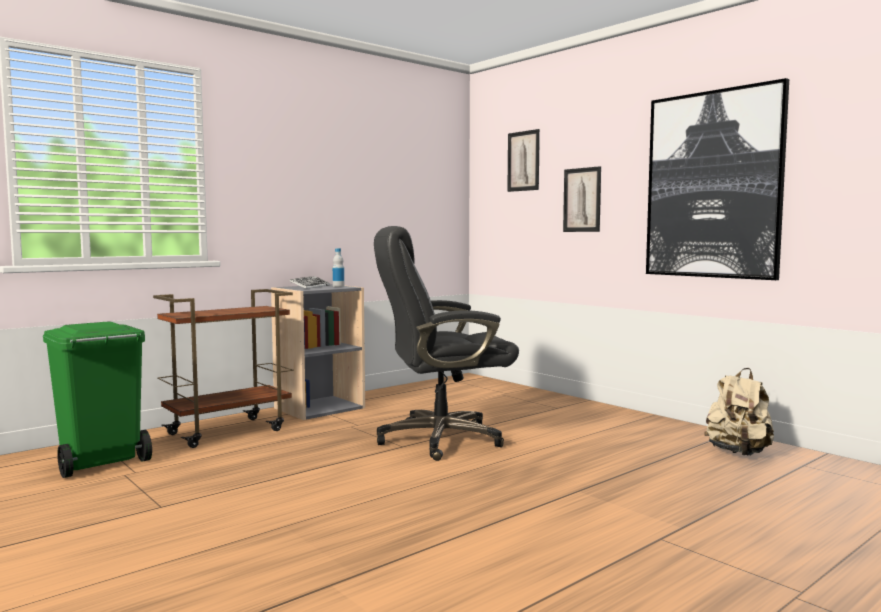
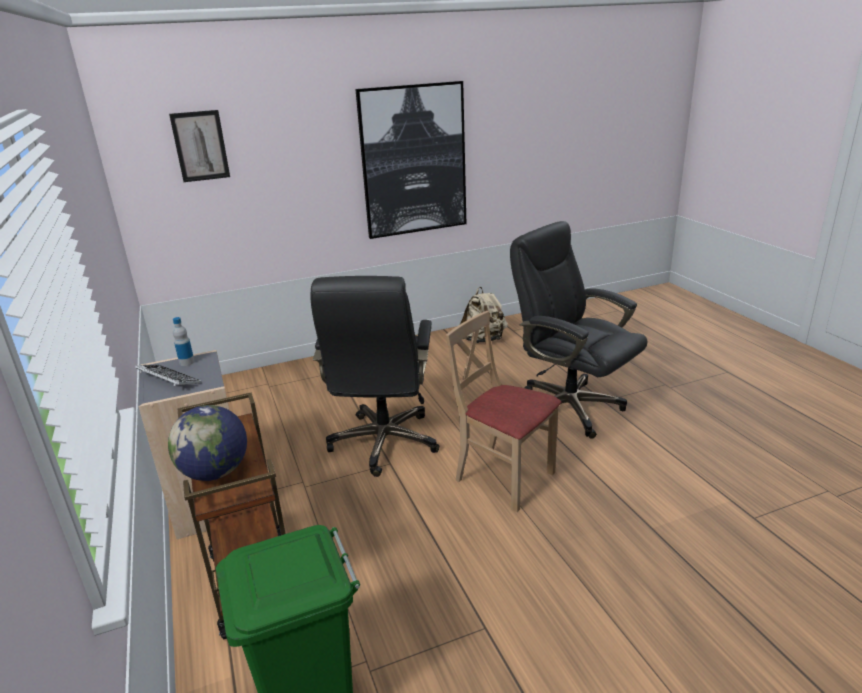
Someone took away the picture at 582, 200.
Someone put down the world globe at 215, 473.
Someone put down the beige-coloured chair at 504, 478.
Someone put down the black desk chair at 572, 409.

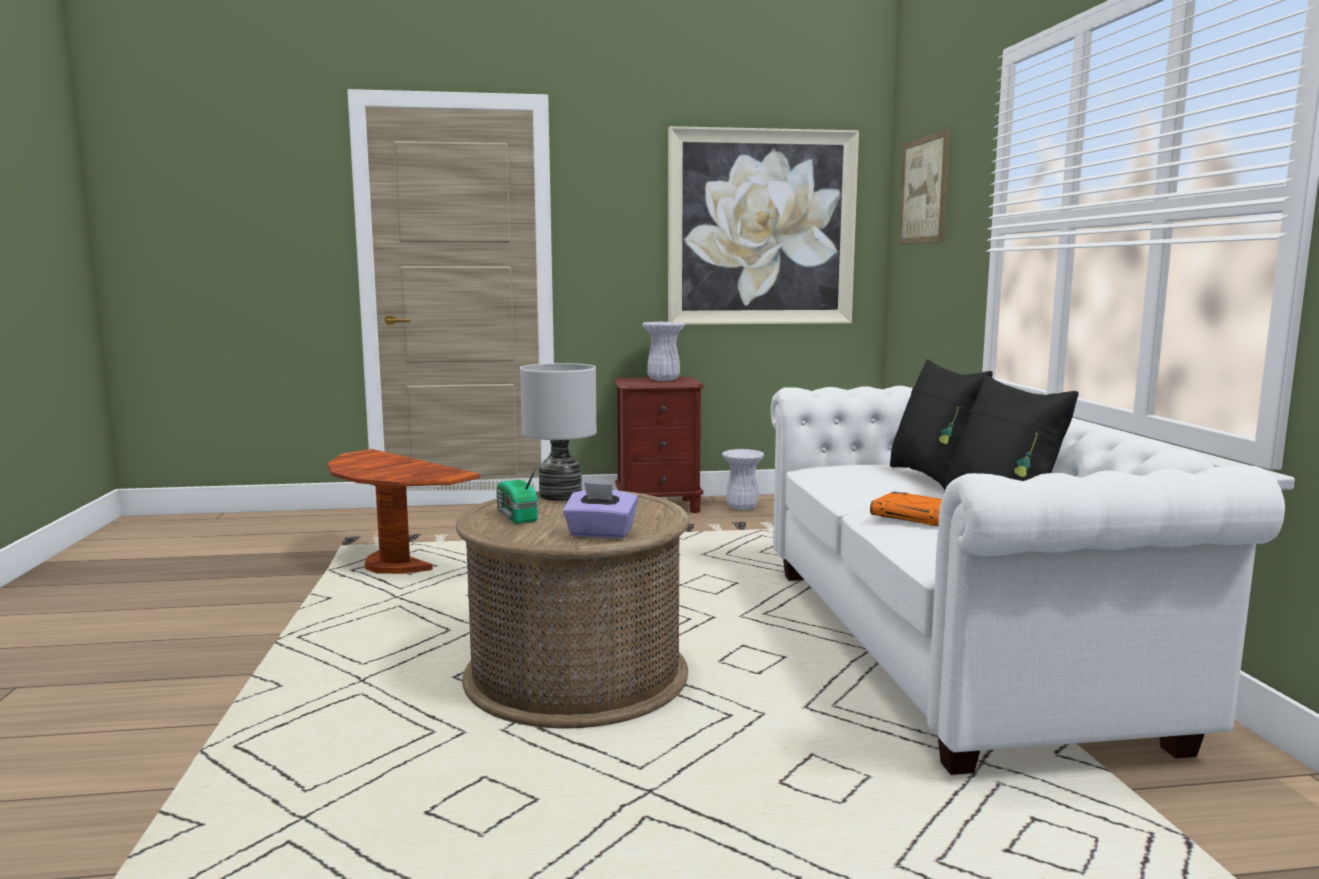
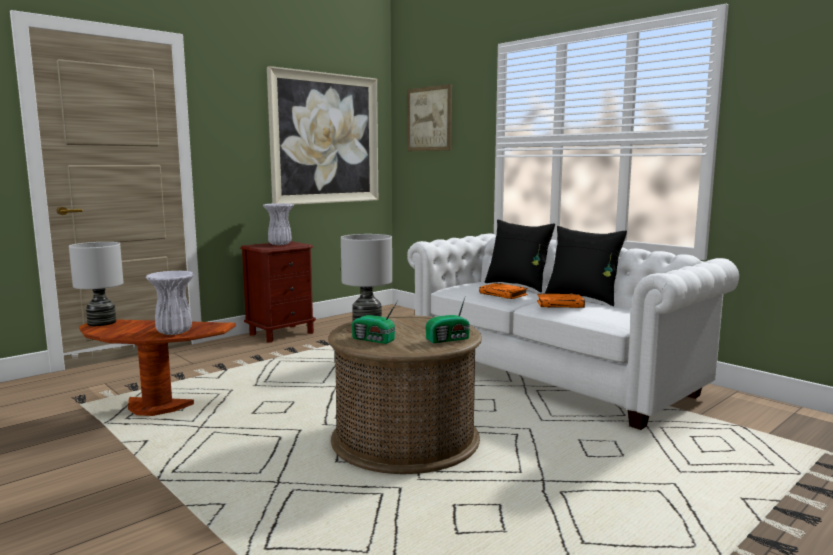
Someone swapped the purplish box of tissues at 600, 533 for the radio set at 449, 339.
Someone carried the white-coloured decorative vase from 742, 507 to 174, 332.
Someone put down the greyish lamp for a table at 101, 323.
Someone put down the orange book at 504, 294.

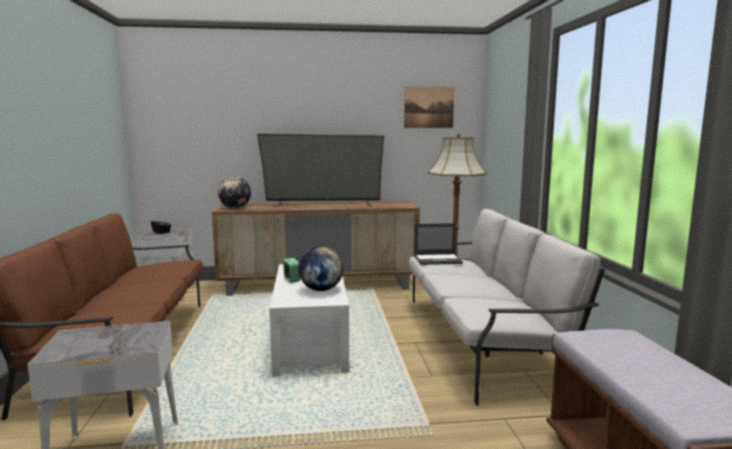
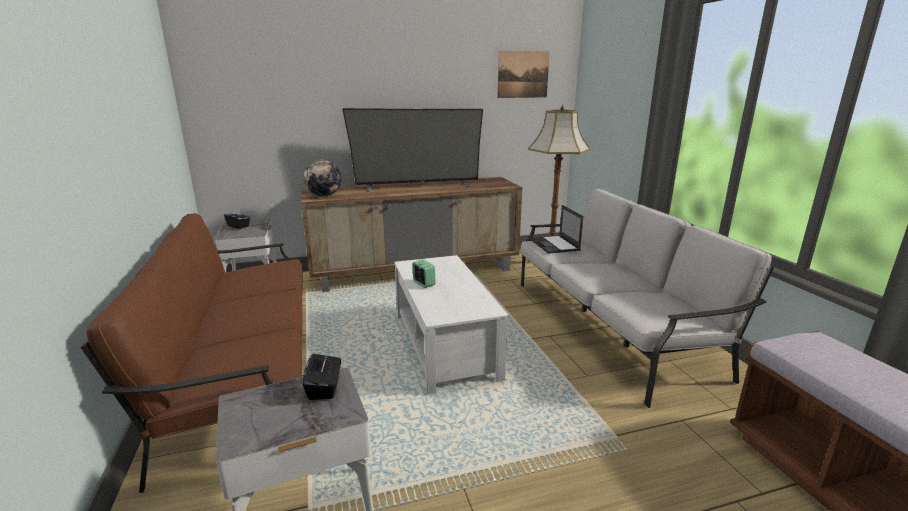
Someone took away the world globe at 321, 289.
Someone rotated the portable computer at 438, 259 by 90 degrees clockwise.
Someone put down the black box of tissues at 324, 388.

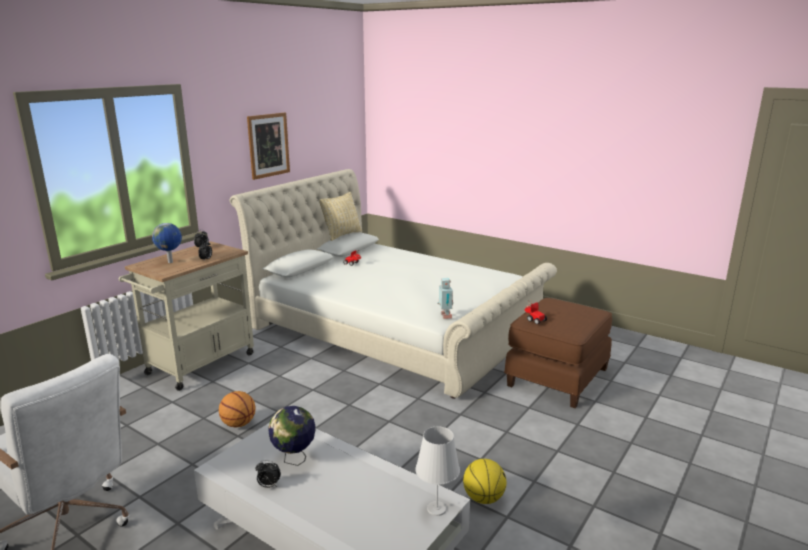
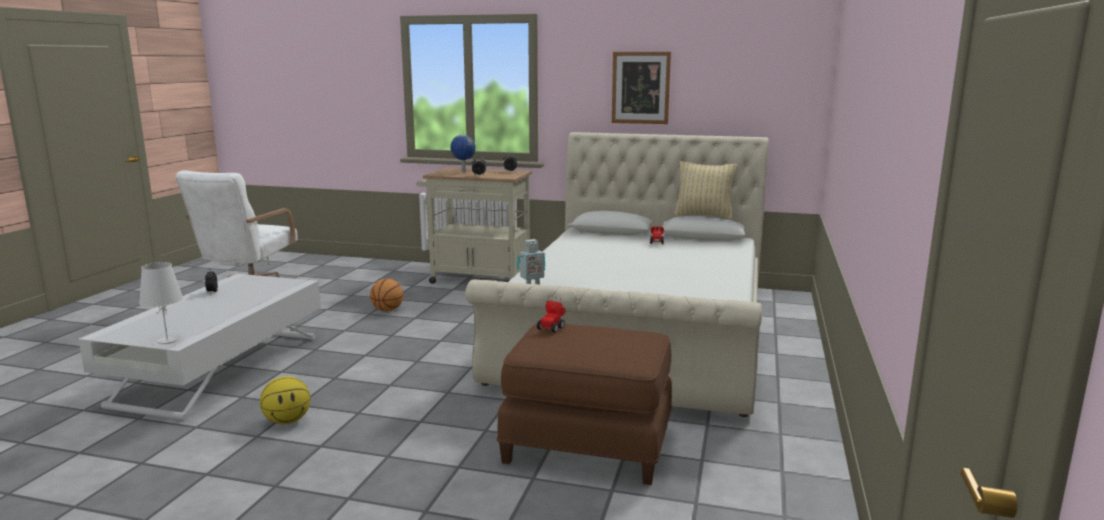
Someone took away the world globe at 294, 459.

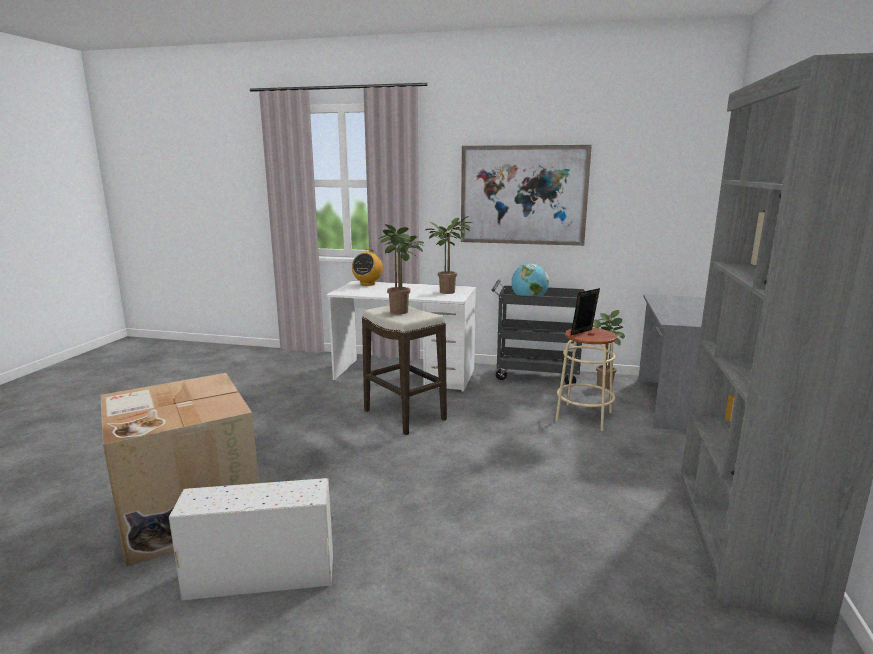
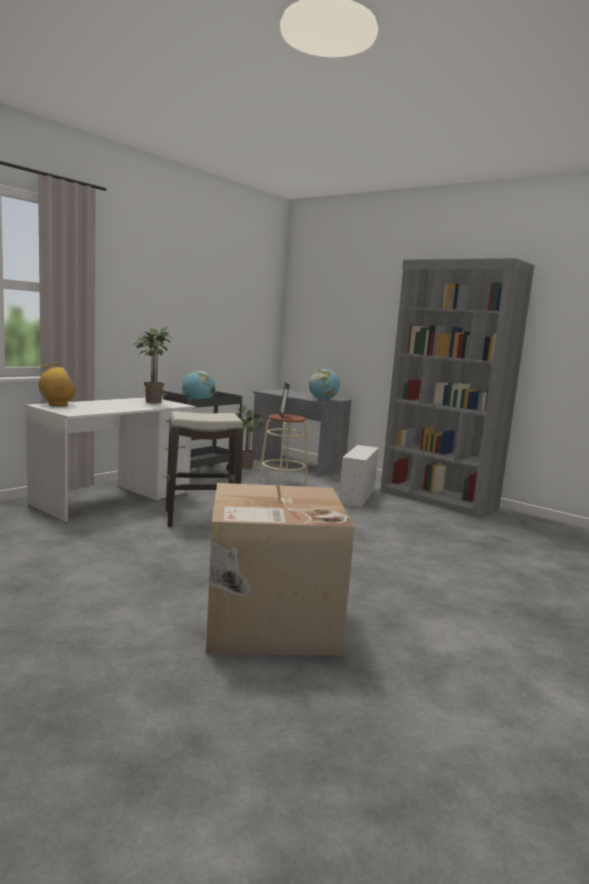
Someone carried the white-coloured storage box from 259, 576 to 357, 496.
Someone rotated the radio set at 368, 284 by 75 degrees counterclockwise.
Someone took away the houseplant at 401, 312.
Someone took away the picture at 523, 195.
Someone put down the world globe at 323, 400.

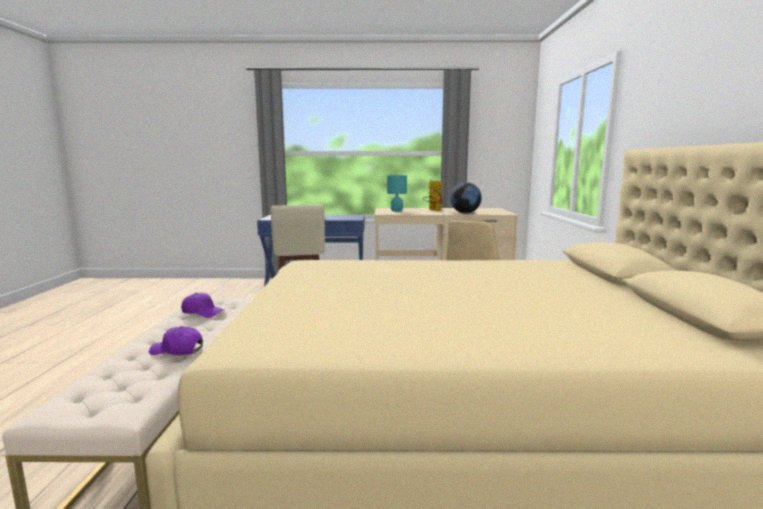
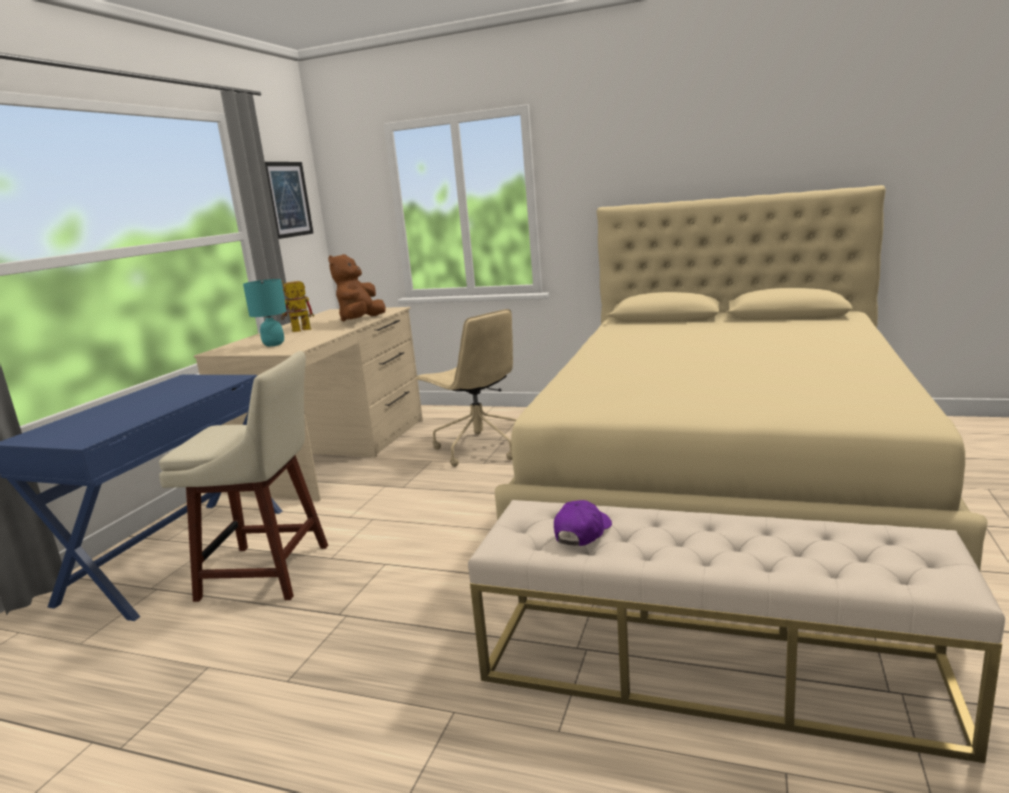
Someone took away the purplish peaked cap at 177, 350.
Someone swapped the world globe at 465, 213 for the brown plush toy at 361, 320.
Someone put up the picture at 287, 199.

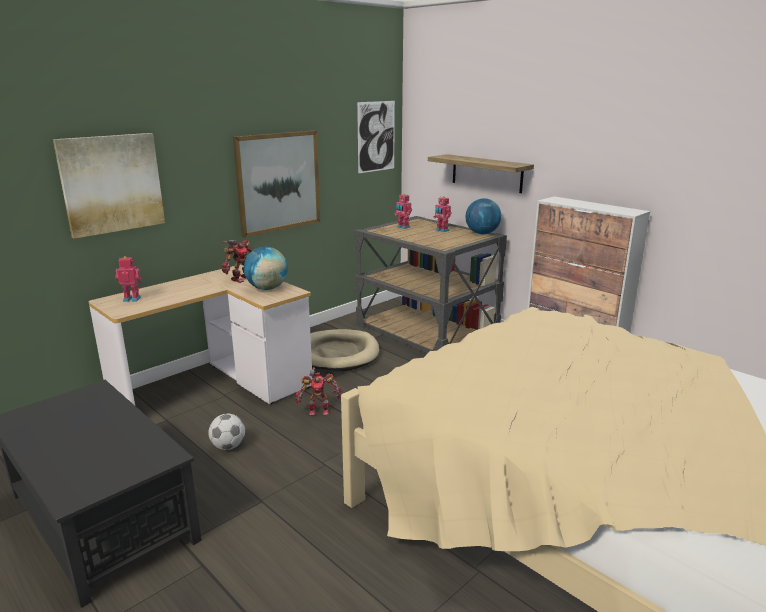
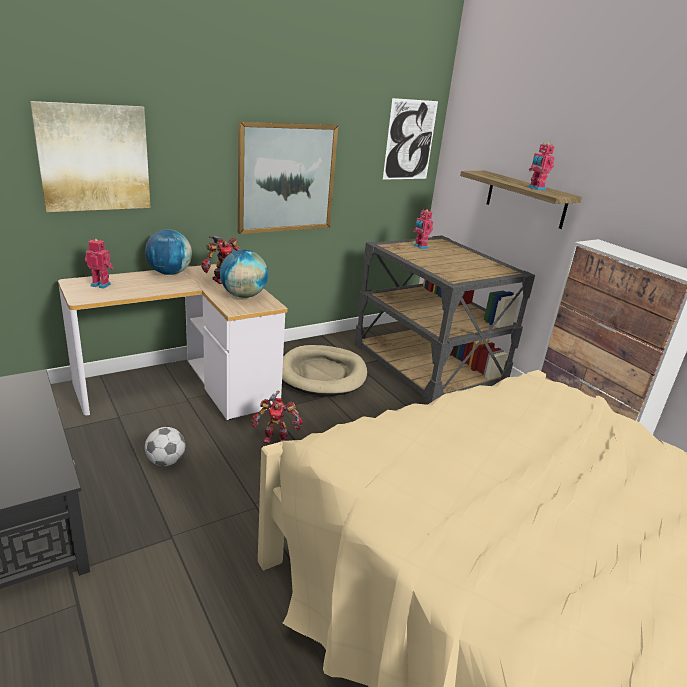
Someone carried the model robot from 441, 230 to 536, 188.
Someone carried the world globe from 482, 233 to 169, 273.

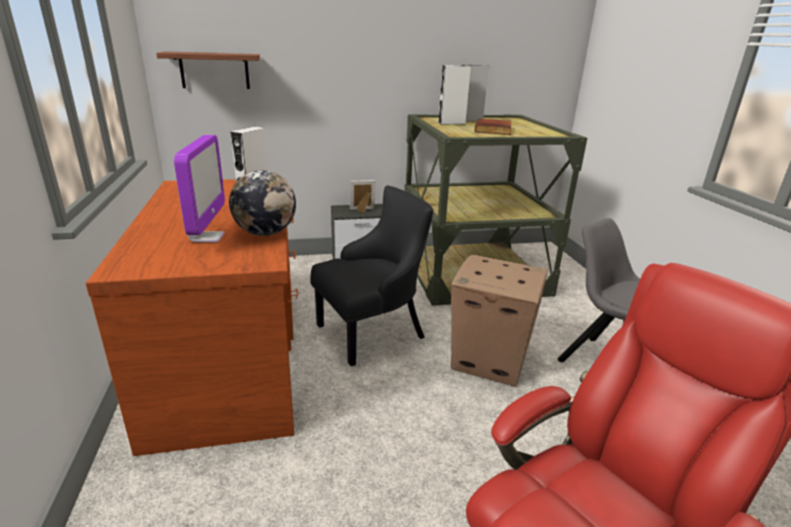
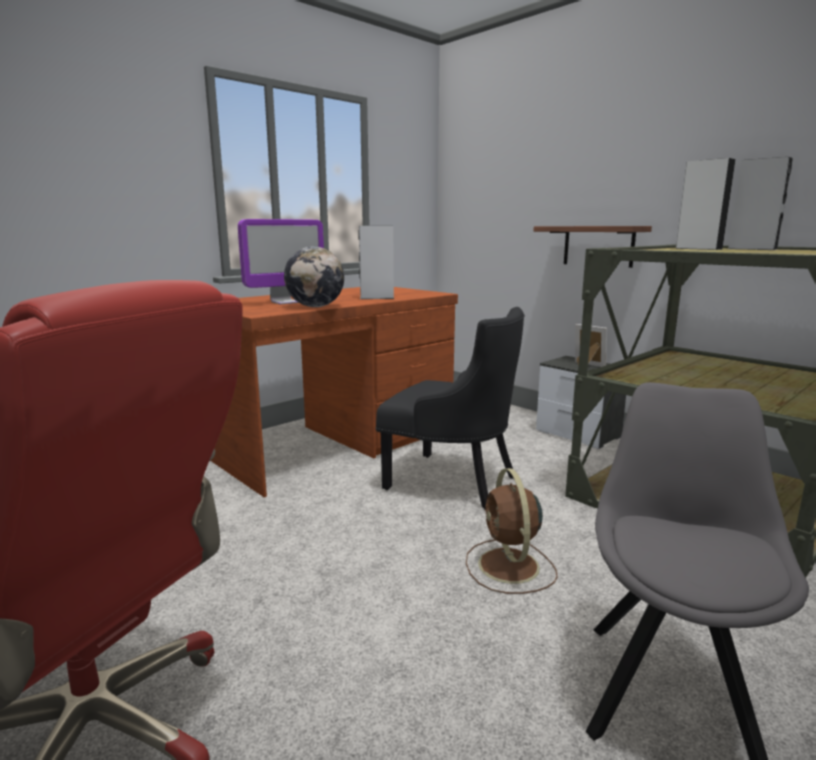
Someone carried the bracket shelf from 214, 70 to 598, 246.
Someone swapped the carton at 490, 360 for the brown cooling fan at 509, 567.
Someone took away the book at 494, 130.

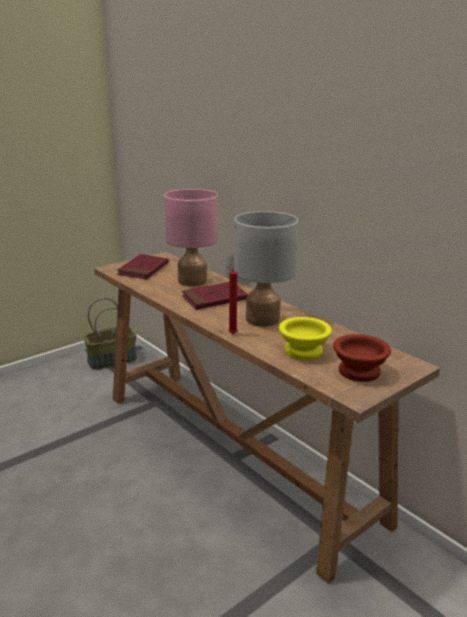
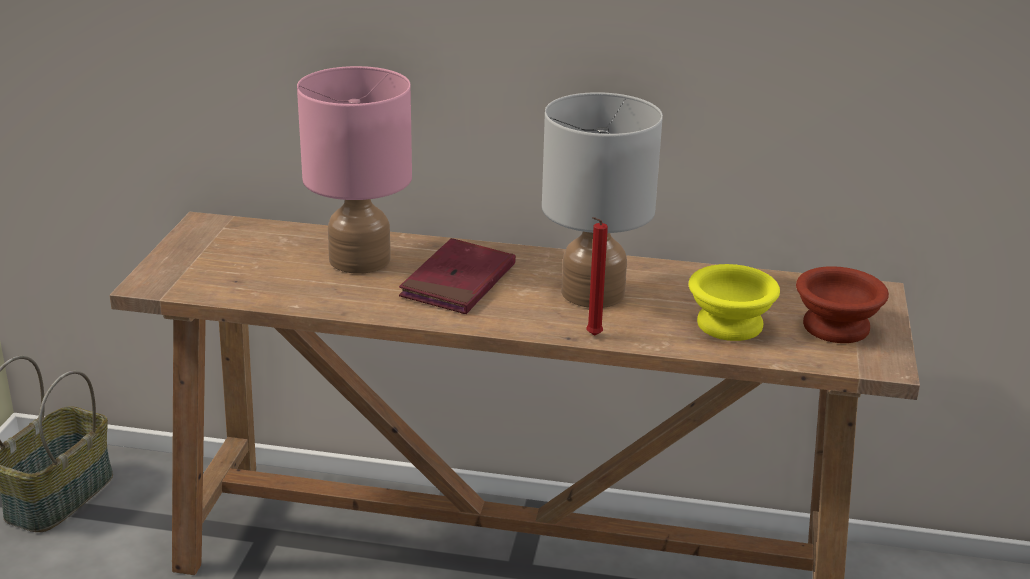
Someone took away the red-coloured book at 143, 269.

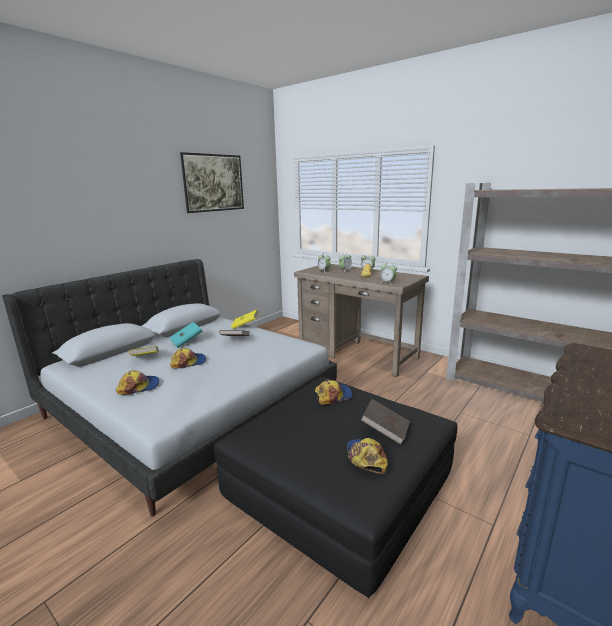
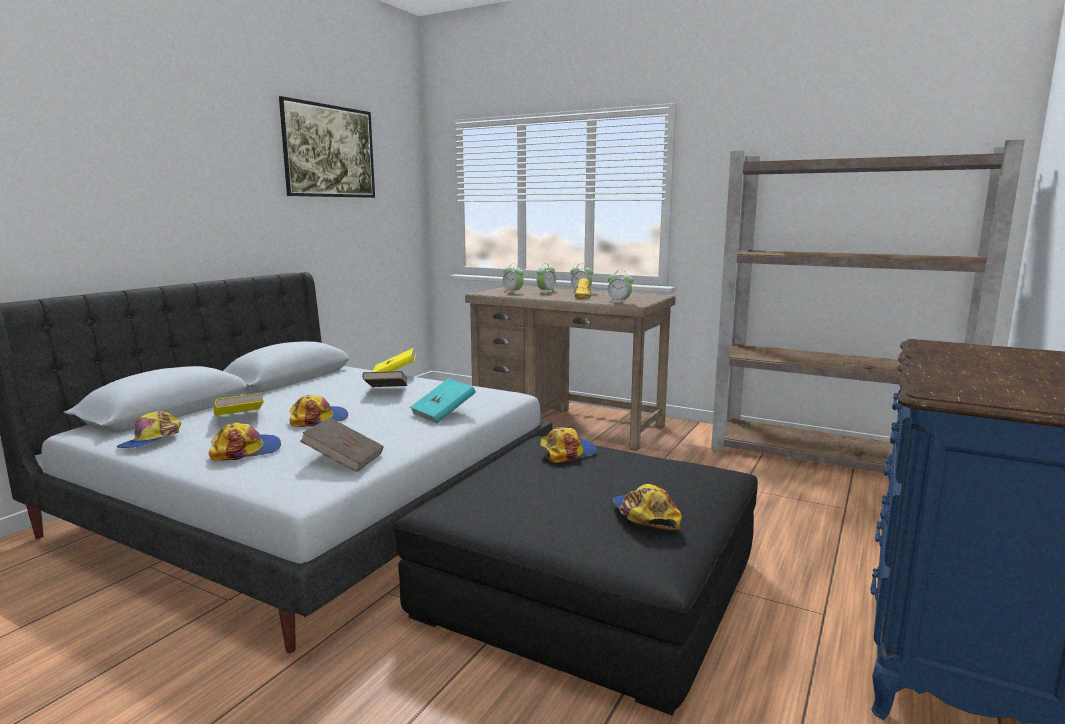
Someone carried the blue-green book from 186, 342 to 443, 414.
Someone carried the brown book from 385, 430 to 344, 460.
Someone put down the peaked cap at 151, 440.

